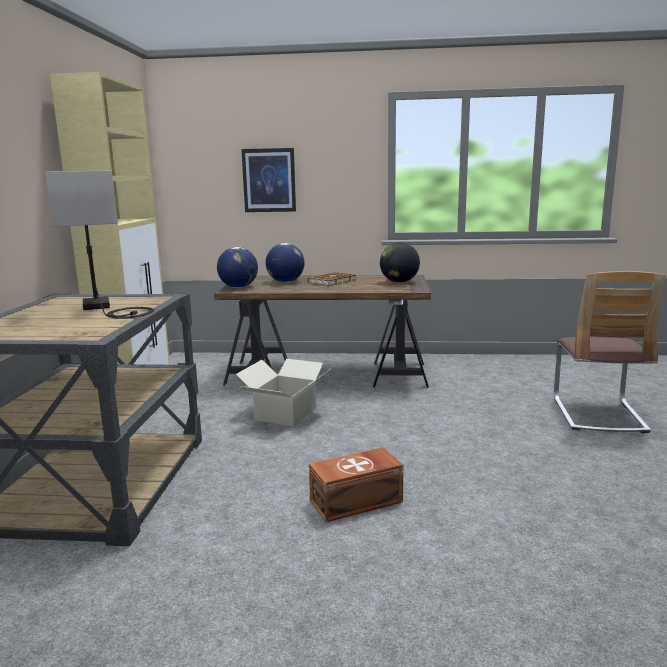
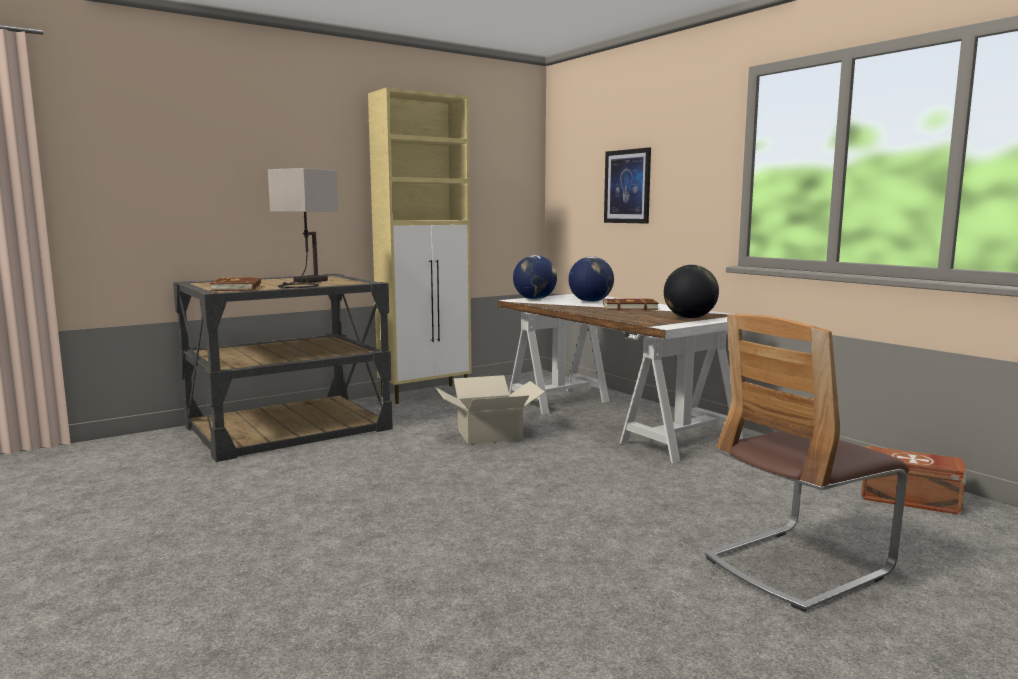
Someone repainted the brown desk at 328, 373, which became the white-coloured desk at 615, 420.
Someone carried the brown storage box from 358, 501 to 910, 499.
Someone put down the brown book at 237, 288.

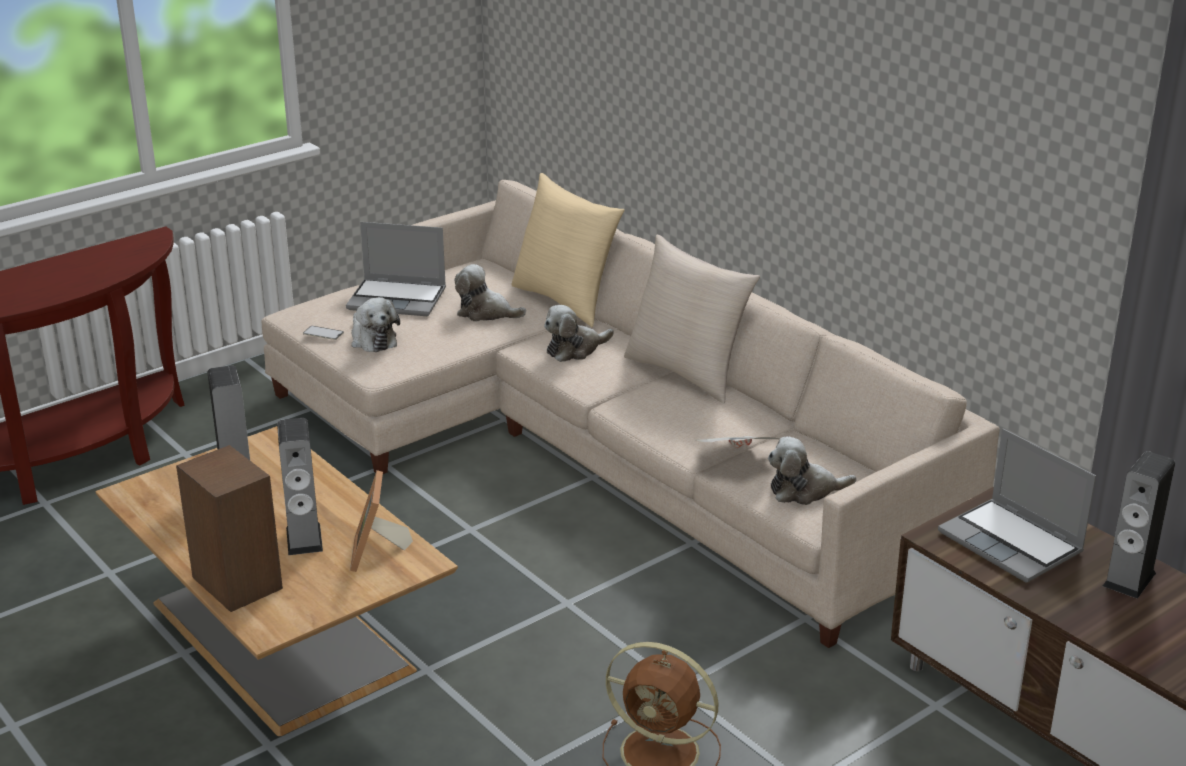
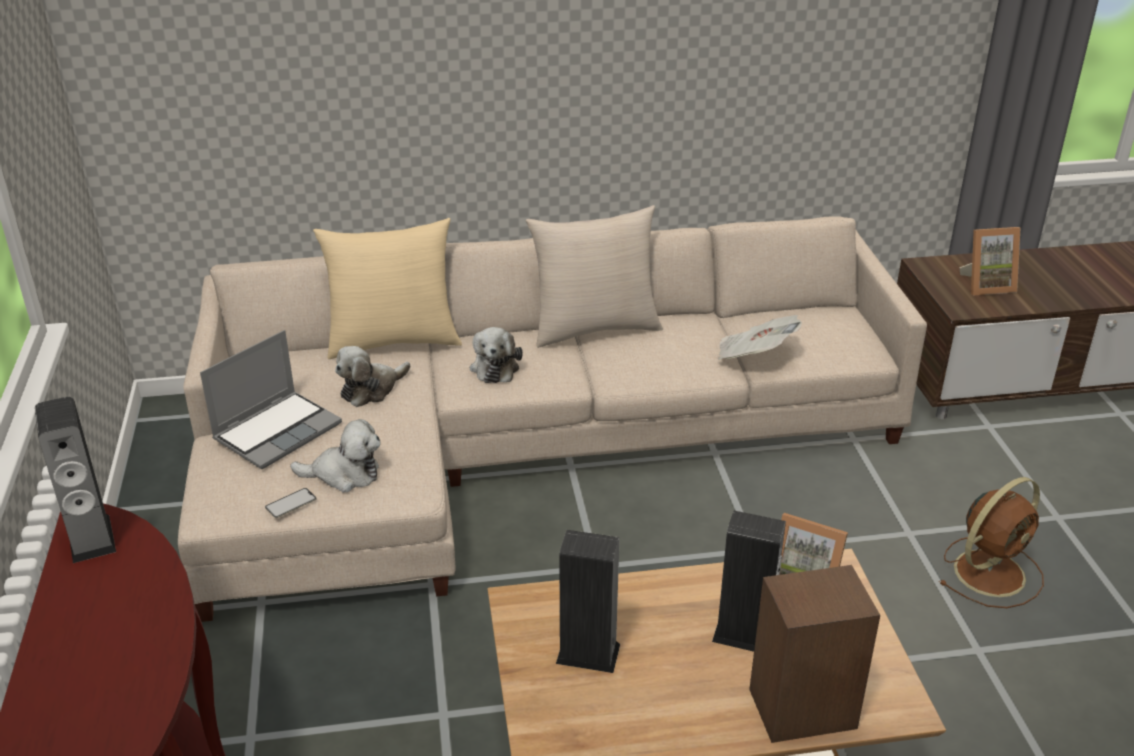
Someone took away the plush toy at 804, 490.
Someone swapped the portable computer at 1012, 543 for the photo frame at 986, 285.
Someone carried the speaker from 1129, 579 to 91, 538.

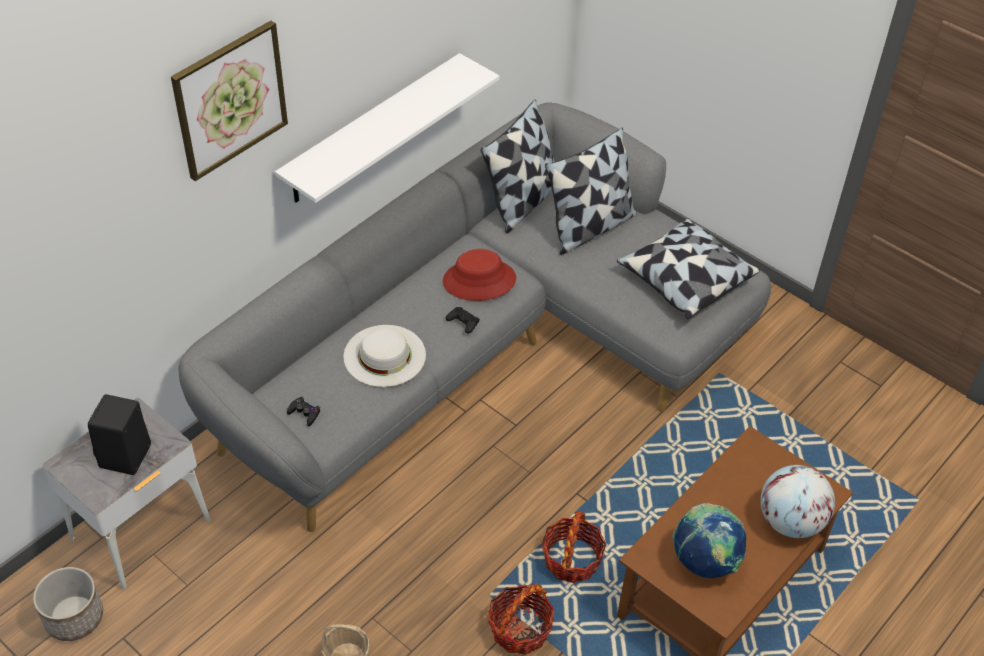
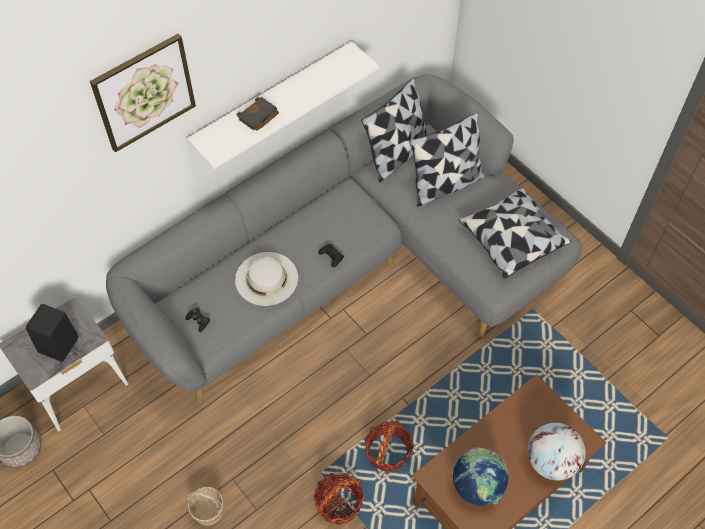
Someone took away the red-coloured clothing hat at 479, 281.
Someone put down the black book at 258, 117.

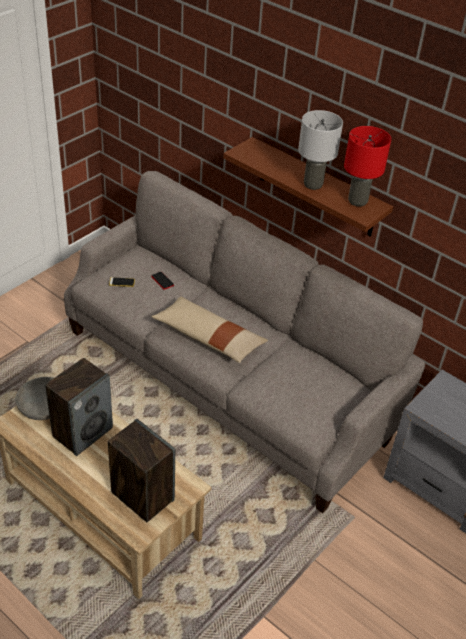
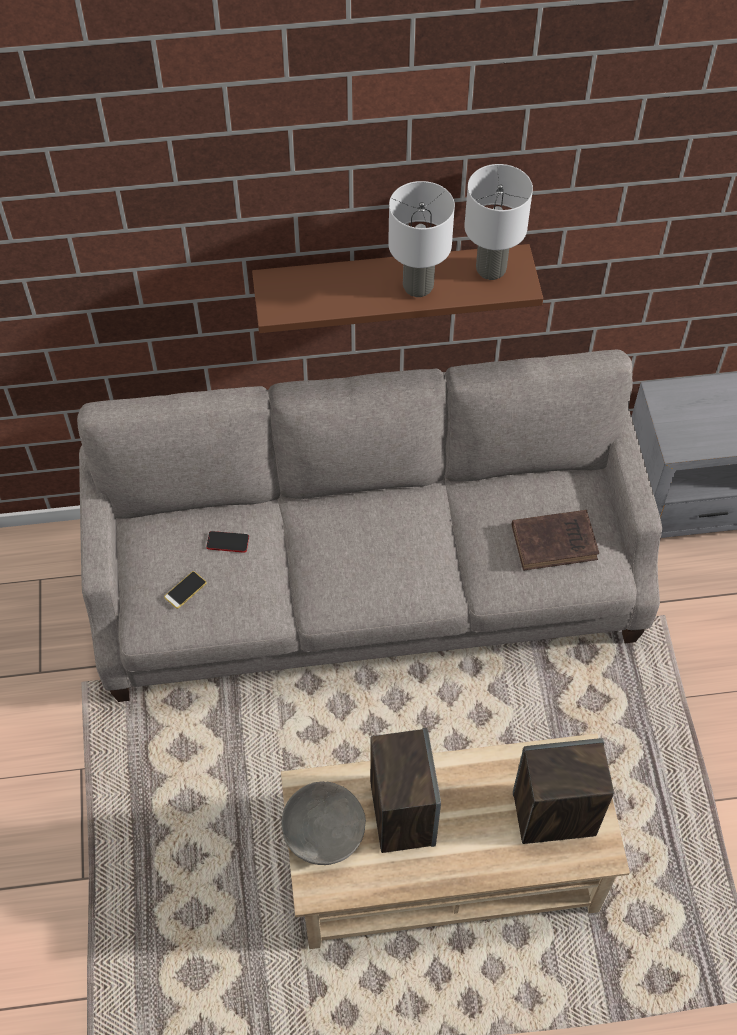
Someone took away the beige-coloured throw pillow at 208, 338.
Someone repainted the red-coloured lamp for a table at 357, 202, which became the white-coloured lamp for a table at 491, 271.
Someone put down the brown book at 556, 542.

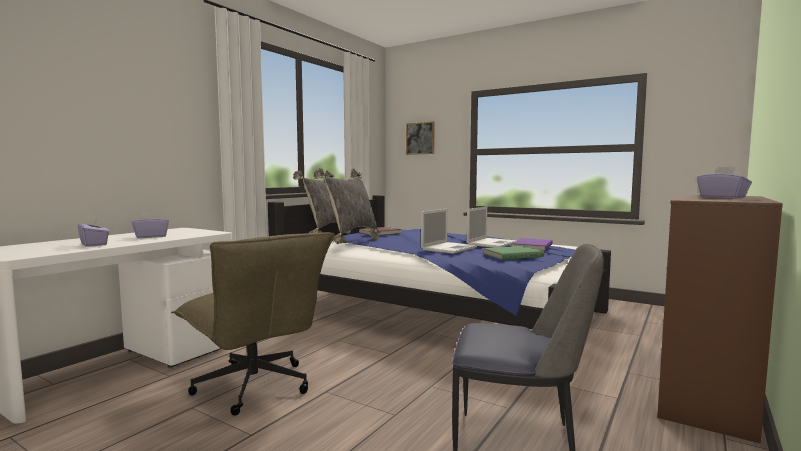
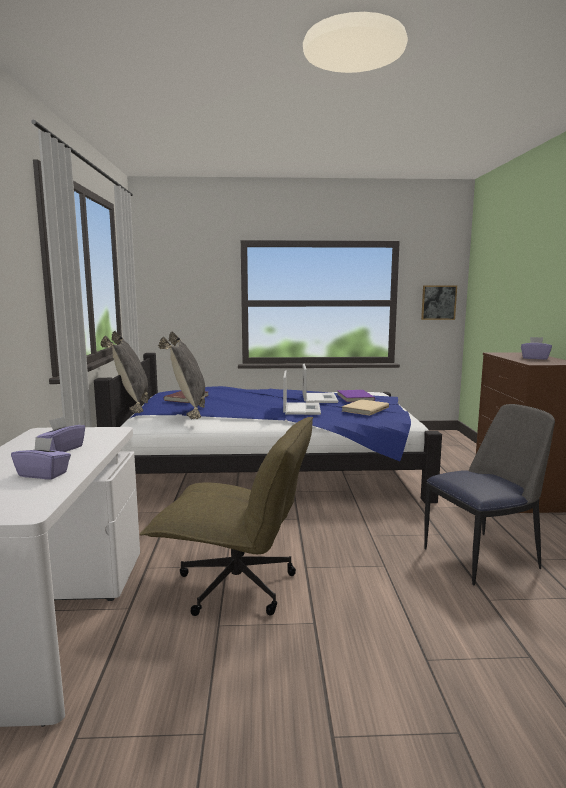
Someone carried the picture from 420, 138 to 438, 302.
Someone repainted the greenish book at 512, 255, which became the beige-coloured book at 364, 409.

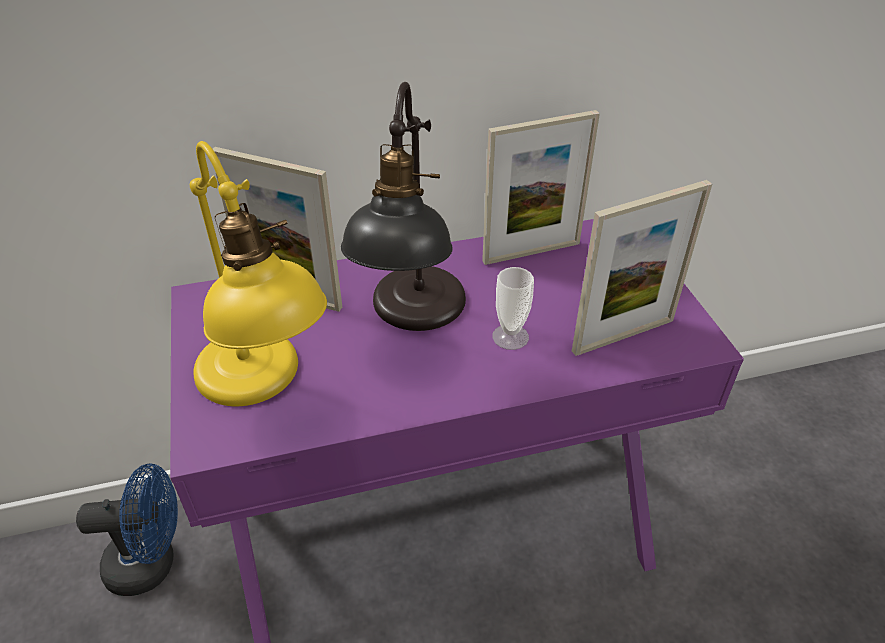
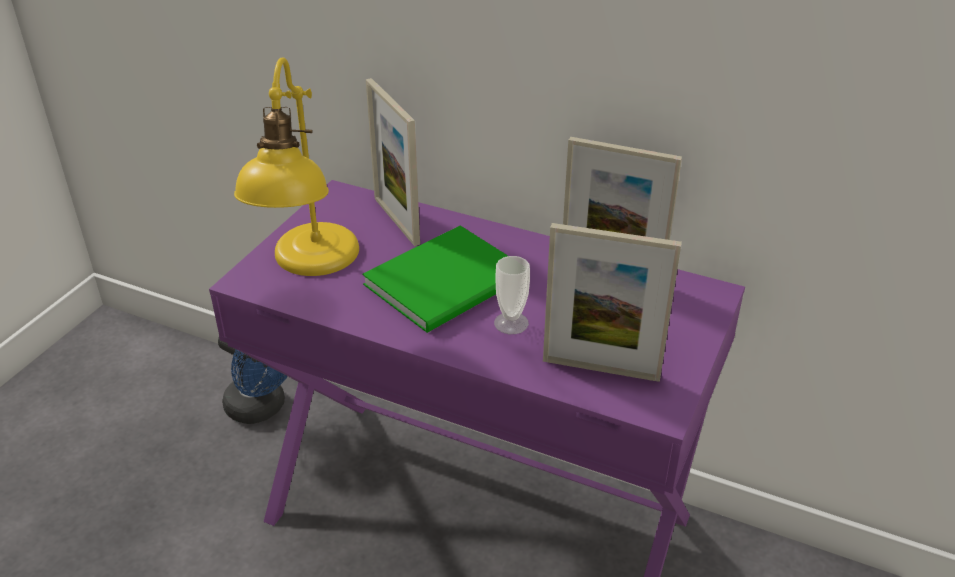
Someone swapped the greyish lamp for a table at 414, 327 for the greenish book at 451, 281.

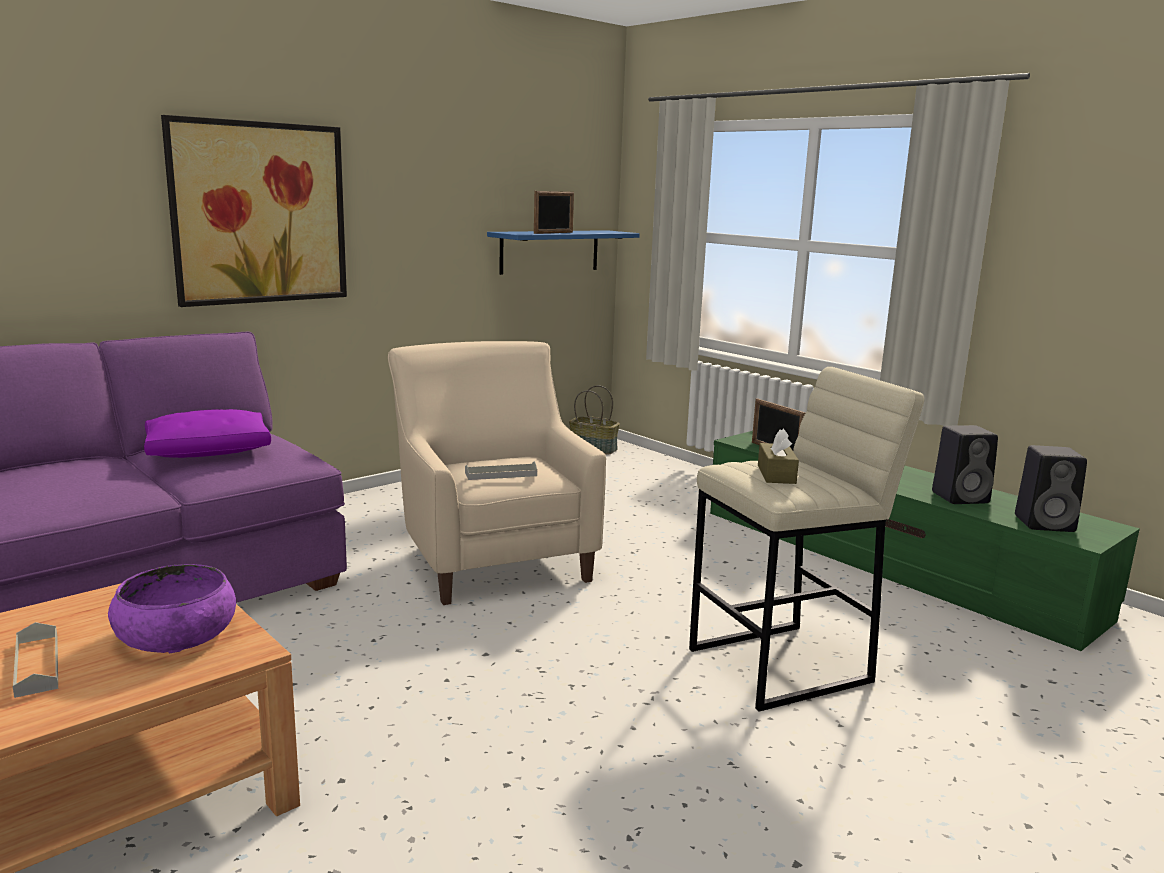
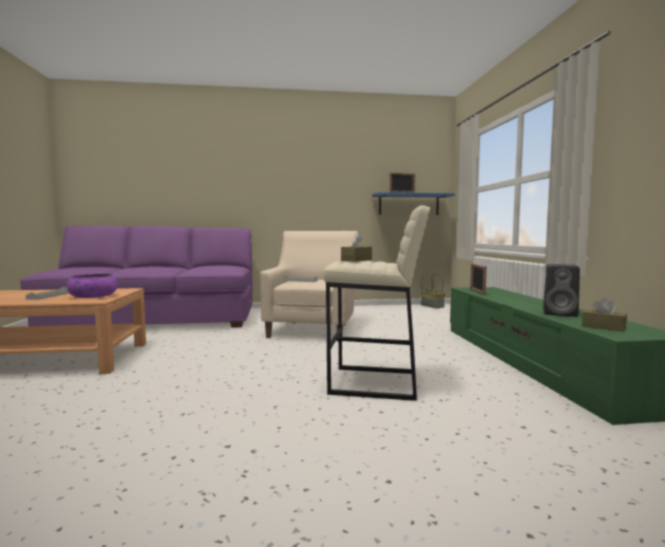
Someone took away the purplish throw pillow at 210, 451.
Someone took away the picture at 259, 213.
Someone swapped the black speaker at 1046, 524 for the brown box of tissues at 603, 327.

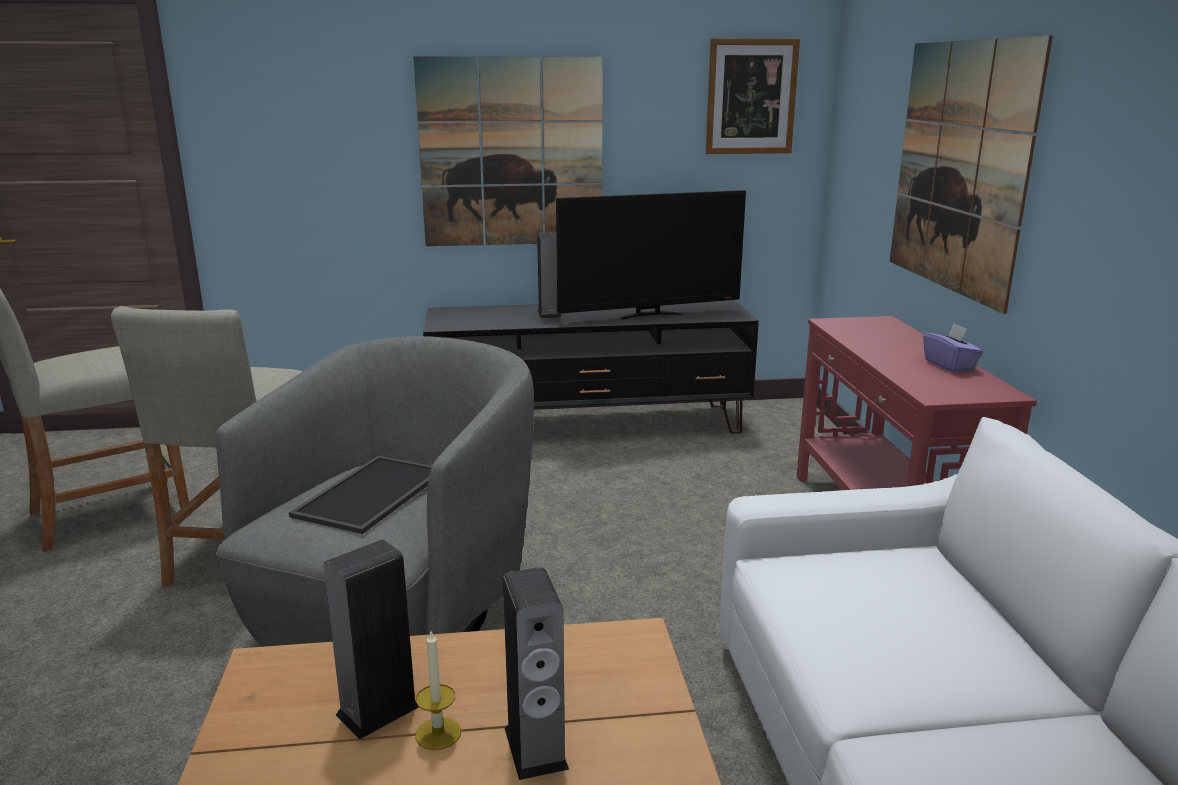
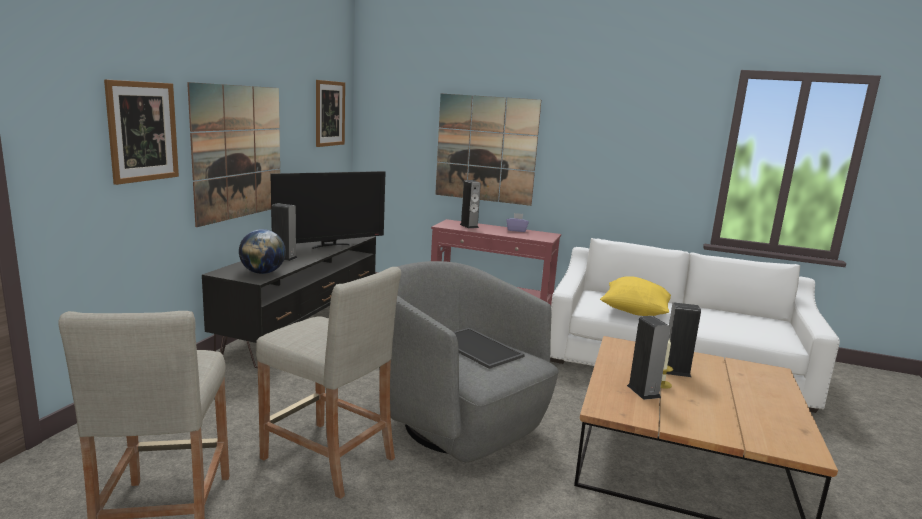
Someone rotated the TV at 649, 315 by 45 degrees clockwise.
Someone put up the picture at 143, 131.
Someone put down the world globe at 263, 272.
Someone put down the speaker at 469, 226.
Someone put down the yellowish throw pillow at 634, 312.

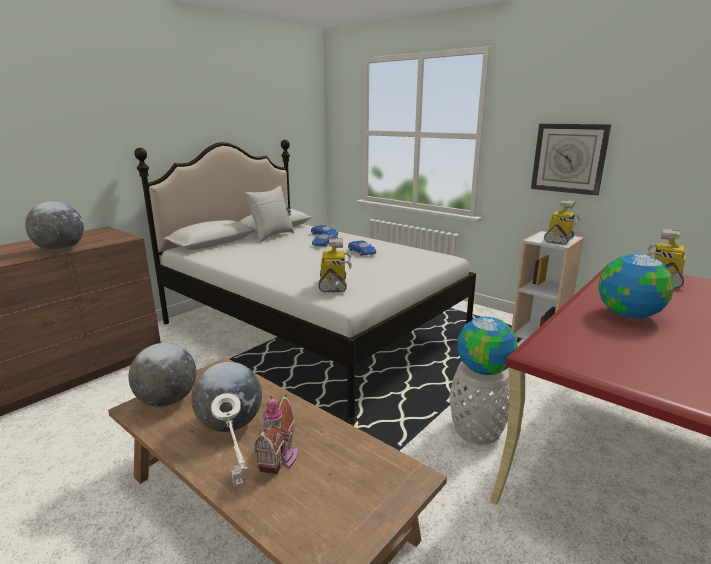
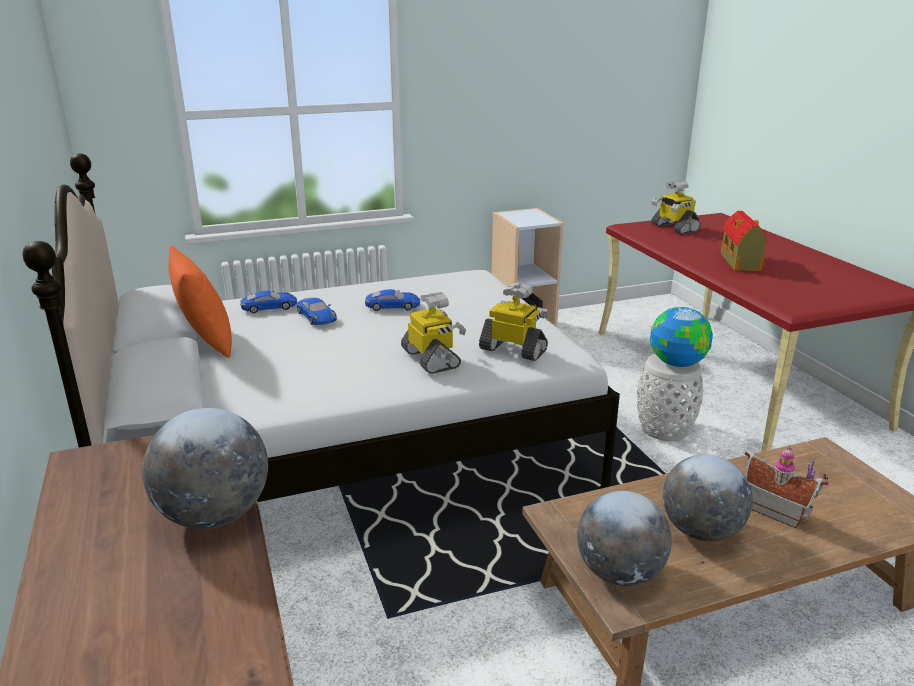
Someone took away the white-coloured lamp for a table at 238, 486.
Someone repainted the greyish throw pillow at 272, 236, which became the orange throw pillow at 206, 342.
Someone took away the wall clock at 569, 158.
Someone carried the model robot from 559, 240 to 432, 359.
Someone swapped the world globe at 627, 315 for the toy house at 740, 262.

